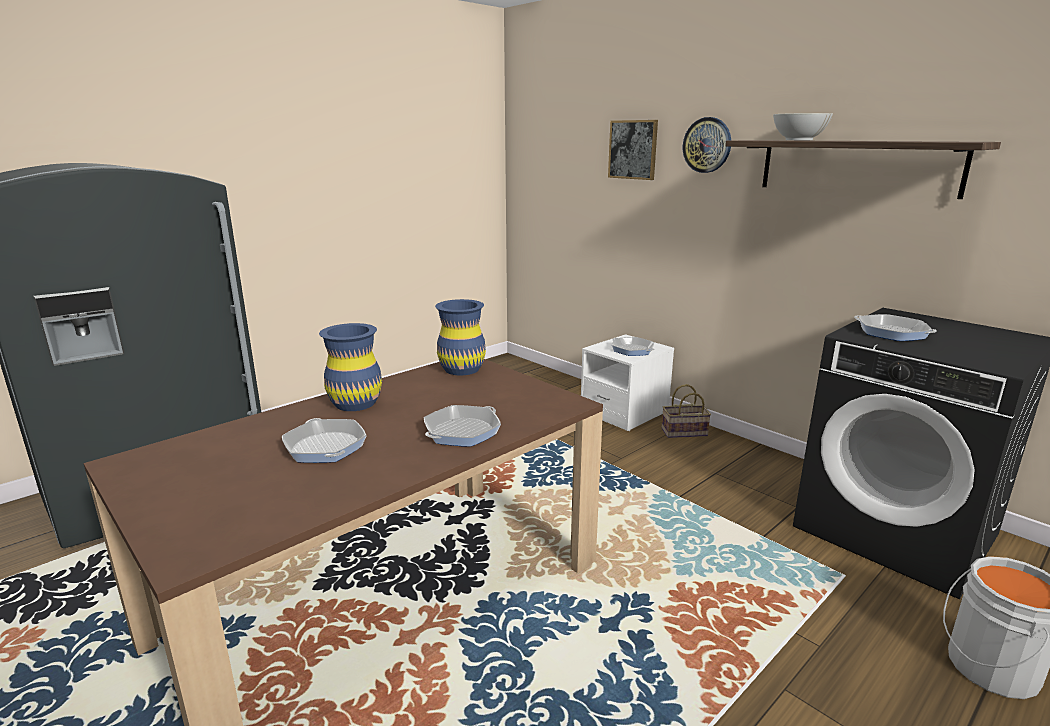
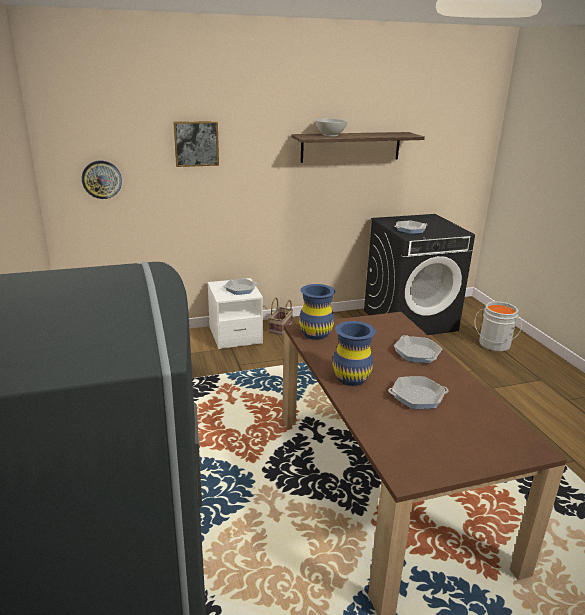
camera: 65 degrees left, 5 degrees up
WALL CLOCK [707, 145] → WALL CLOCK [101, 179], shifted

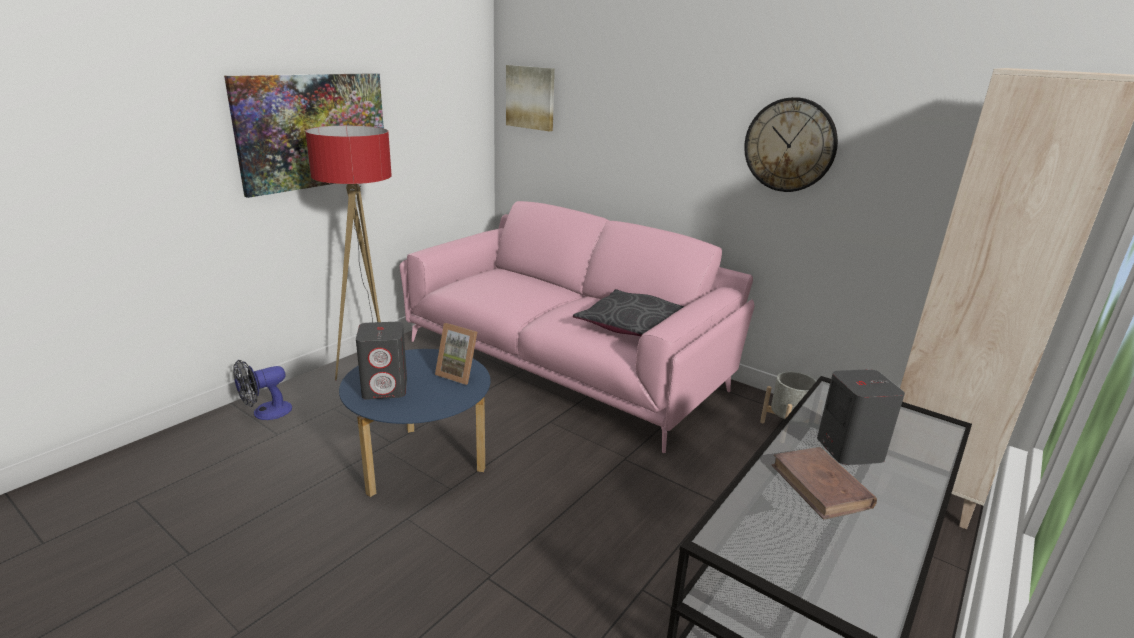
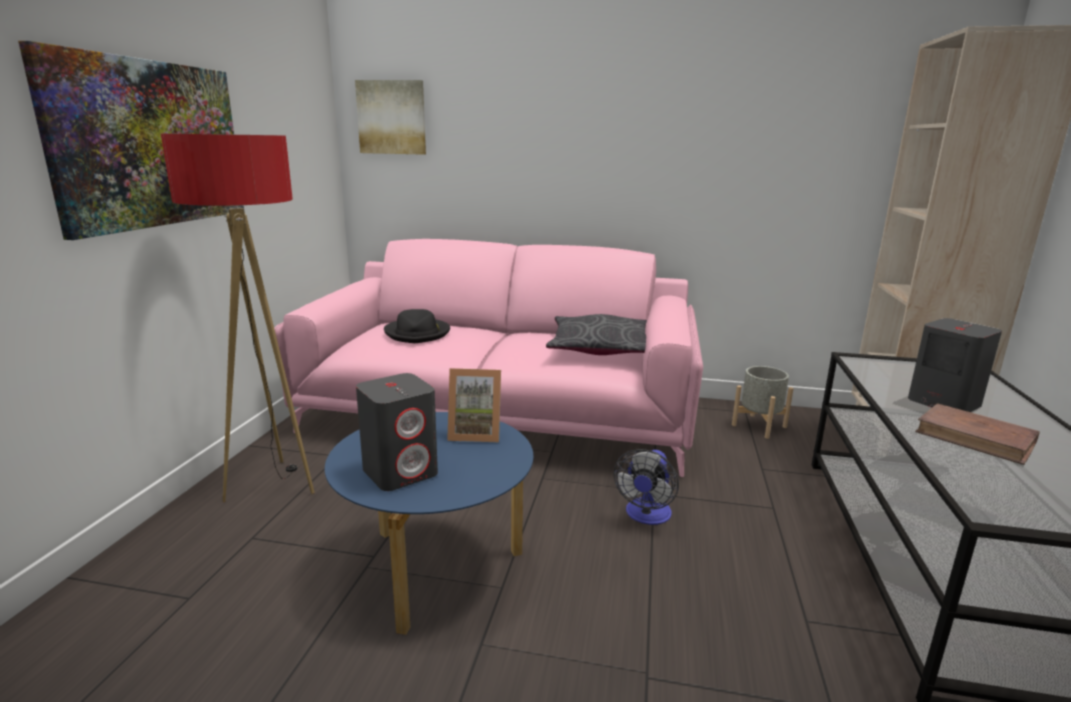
camera: 25 degrees left, 5 degrees down
WALL CLOCK [790, 145] → -
- → BLACK HAT [418, 333]
FAN [265, 413] → FAN [646, 516], shifted

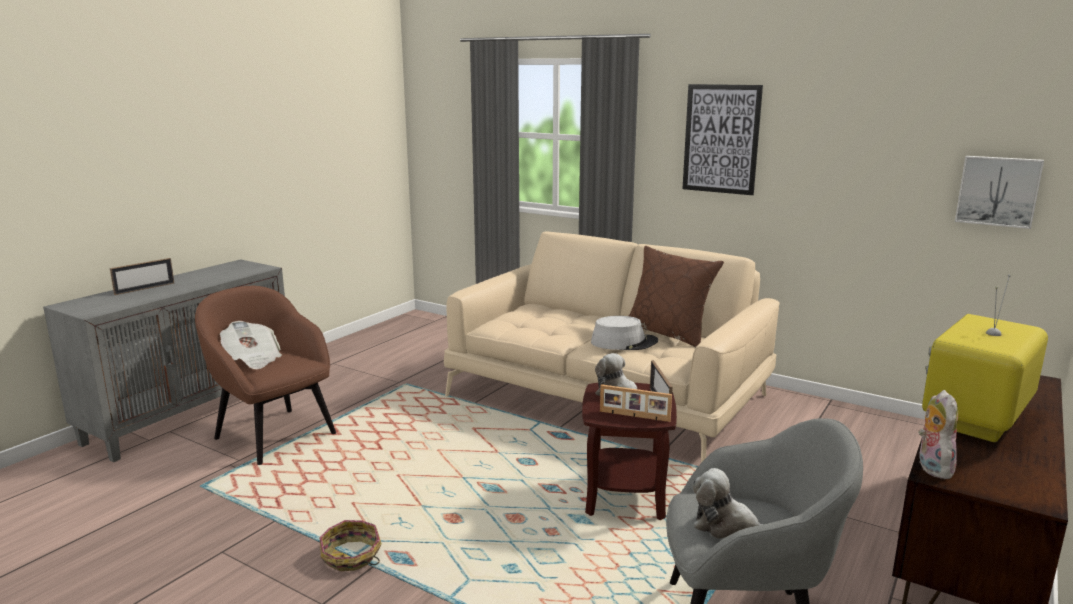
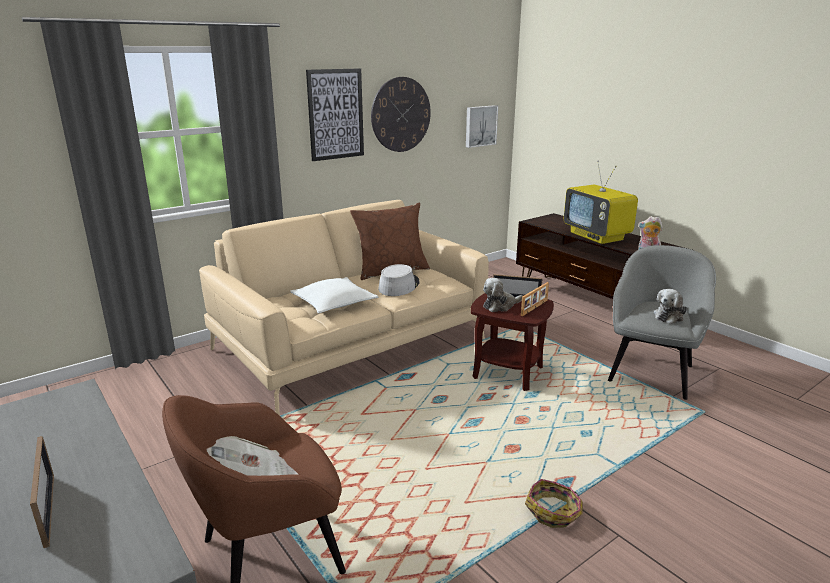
camera: 70 degrees left, 5 degrees up
- → WHITE PILLOW [334, 303]
- → WALL CLOCK [401, 114]

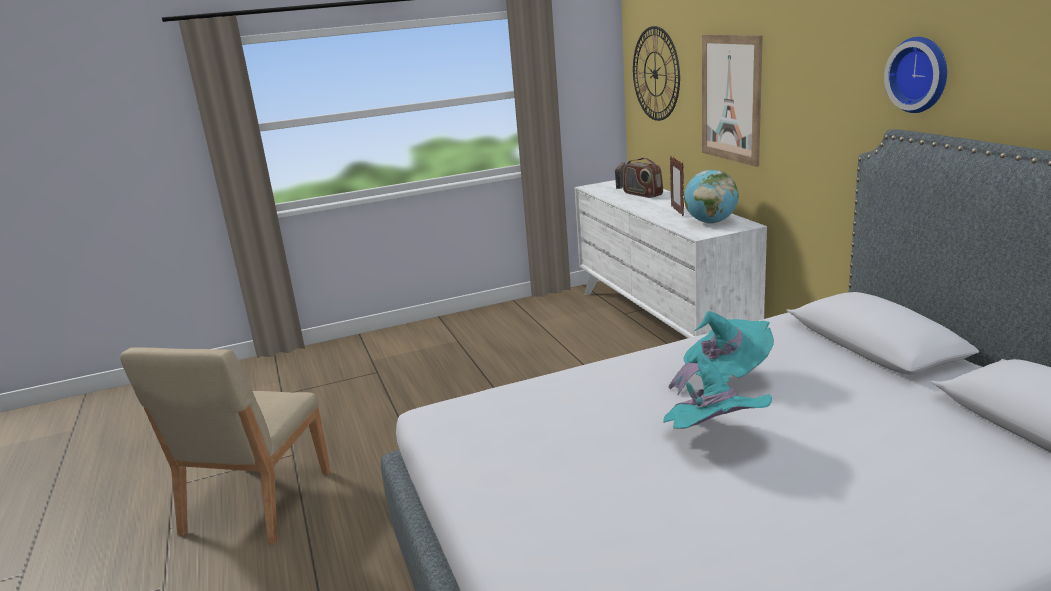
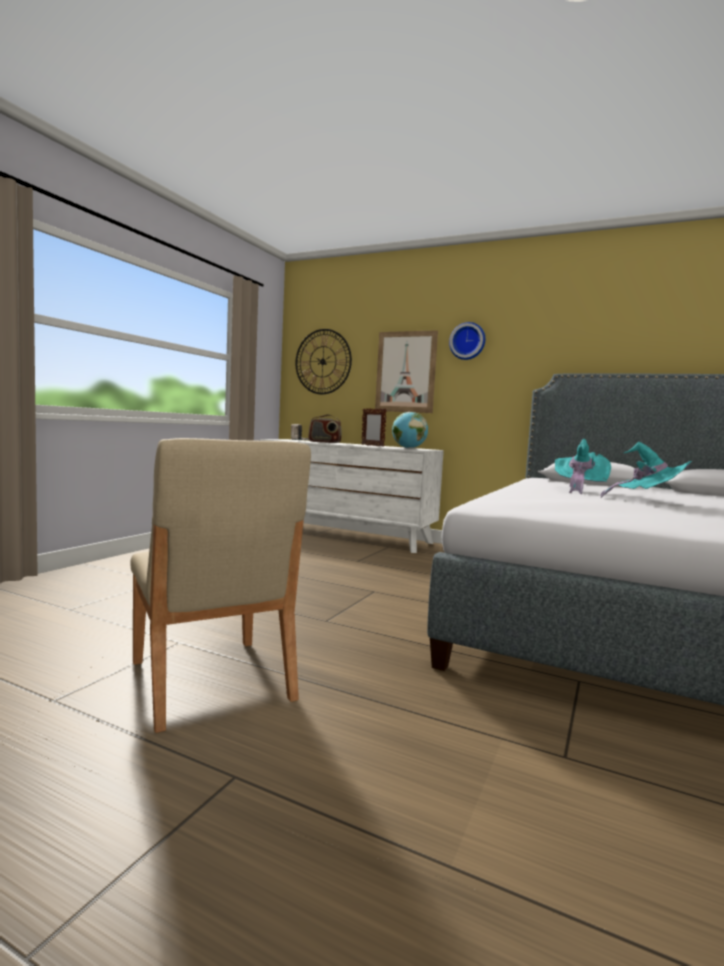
camera: 45 degrees left, 15 degrees down
WALL CLOCK [920, 74] → WALL CLOCK [468, 341], shifted

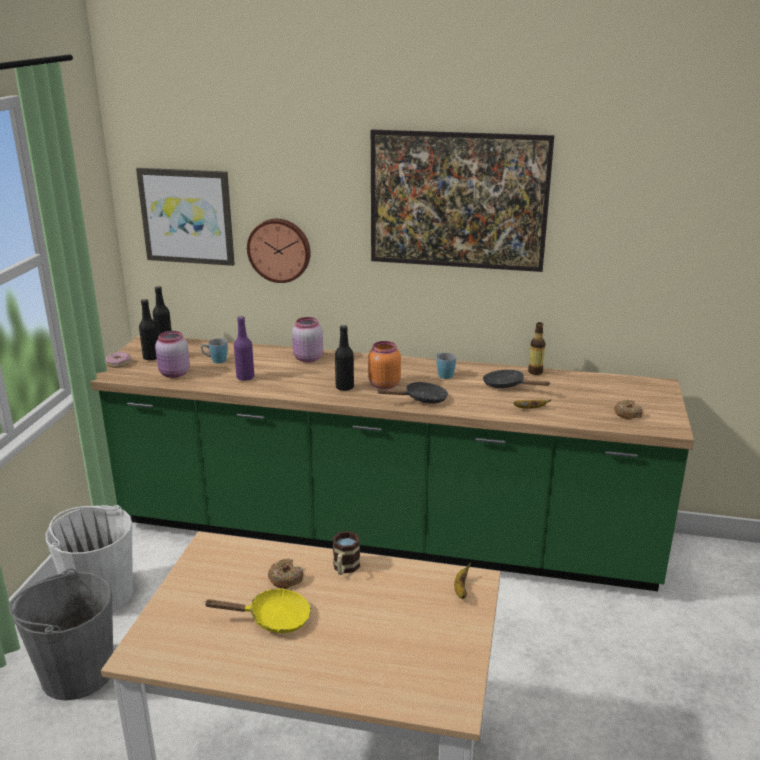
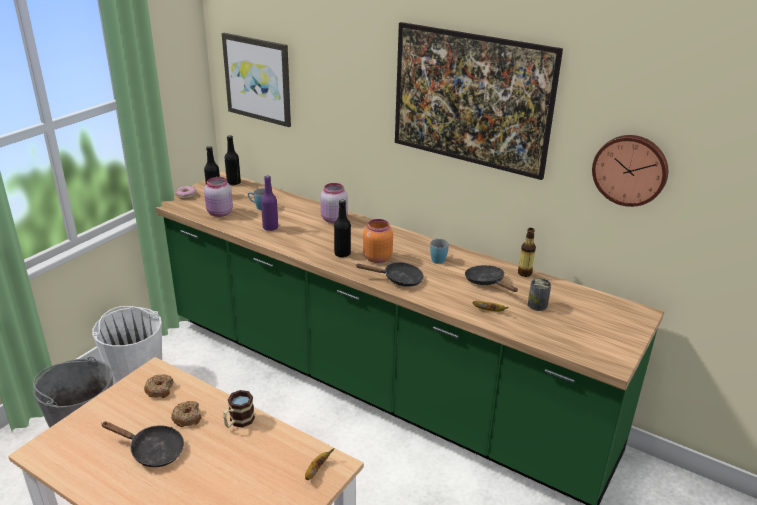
camera: 20 degrees right, 5 degrees up
- → CAN [537, 305]
WALL CLOCK [279, 250] → WALL CLOCK [630, 169], shifted
DONUT [627, 414] → DONUT [159, 390], shifted
YELLOW FRYING PAN [273, 619] → BLACK FRYING PAN [152, 451]

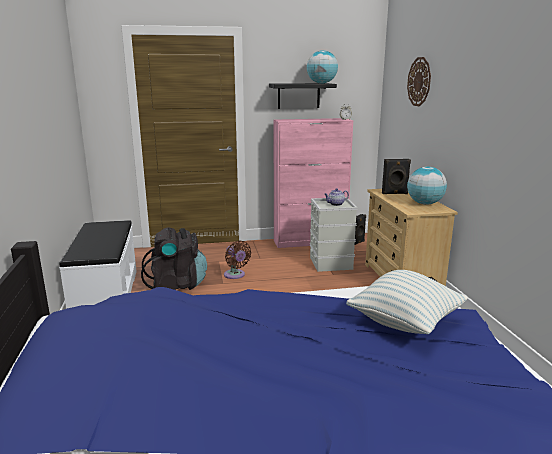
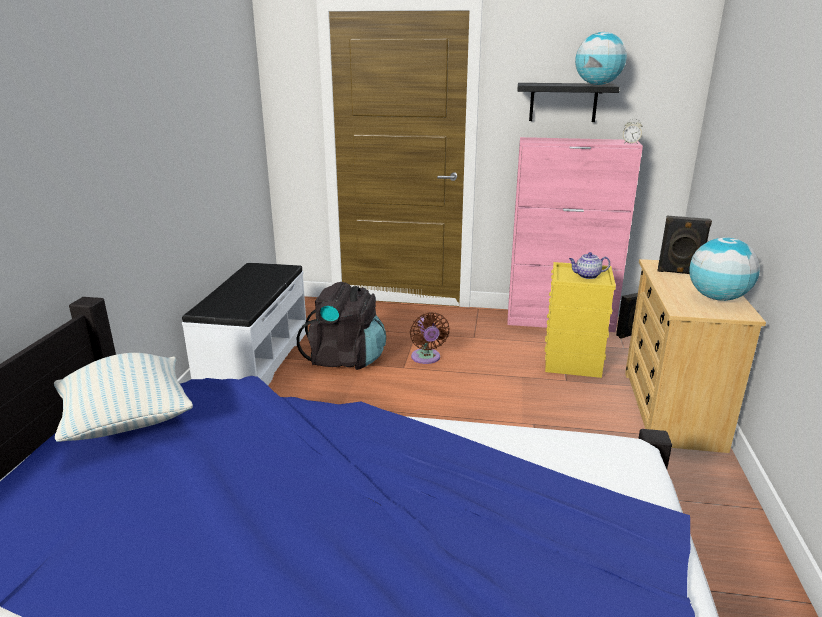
camera: 20 degrees right, 5 degrees up
WALL CLOCK [419, 81] → -
PILLOW [405, 322] → PILLOW [127, 422], shifted
GREY STORAGE BOX [330, 263] → YELLOW STORAGE BOX [571, 362]

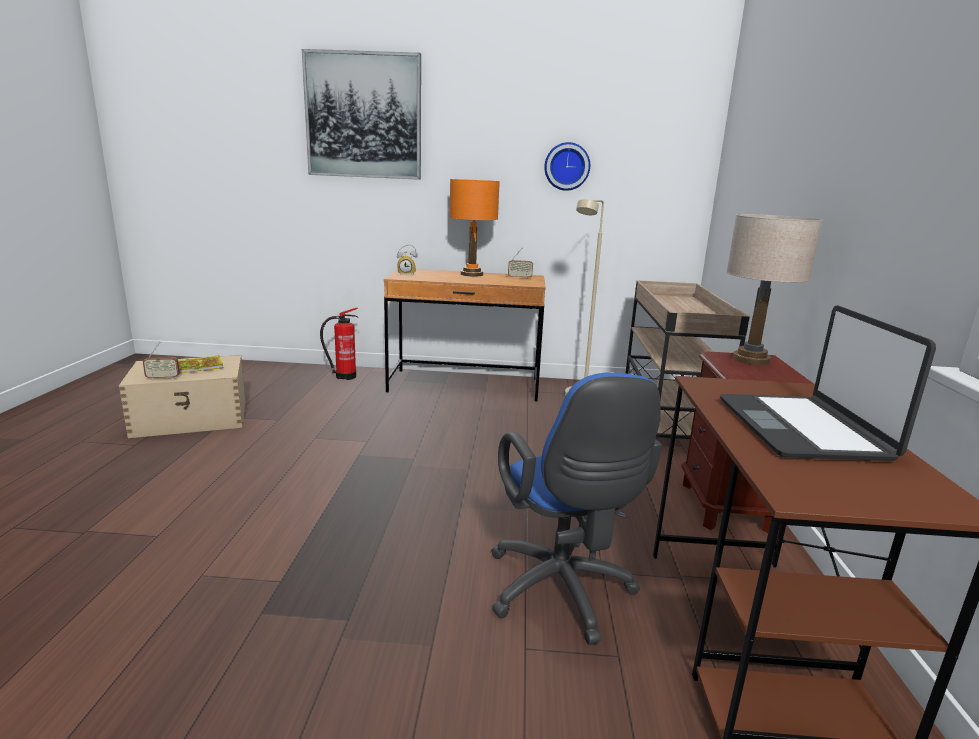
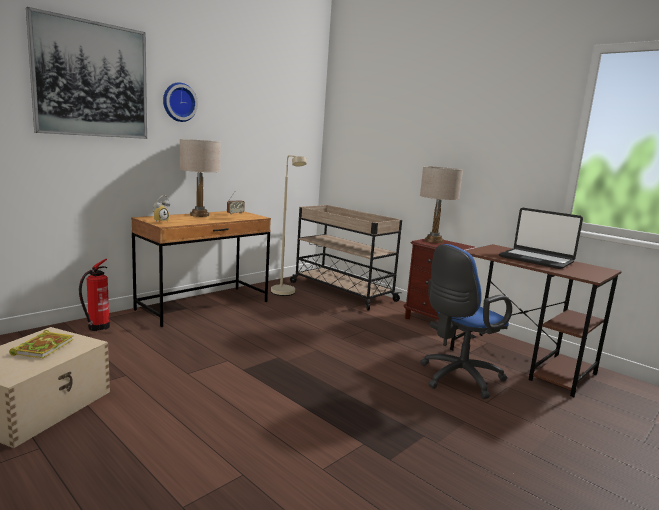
camera: 50 degrees left, 5 degrees down
RADIO [163, 378] → -
WALL CLOCK [567, 166] → WALL CLOCK [179, 102], shifted
ORANGE TABLE LAMP [472, 274] → BEIGE TABLE LAMP [199, 215]
BLUE OFFICE CHAIR [562, 593] → BLUE OFFICE CHAIR [457, 378], 120 degrees clockwise

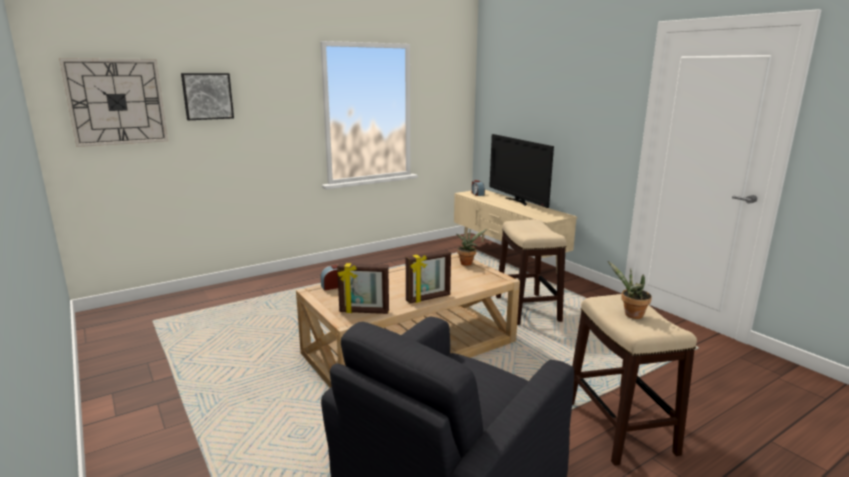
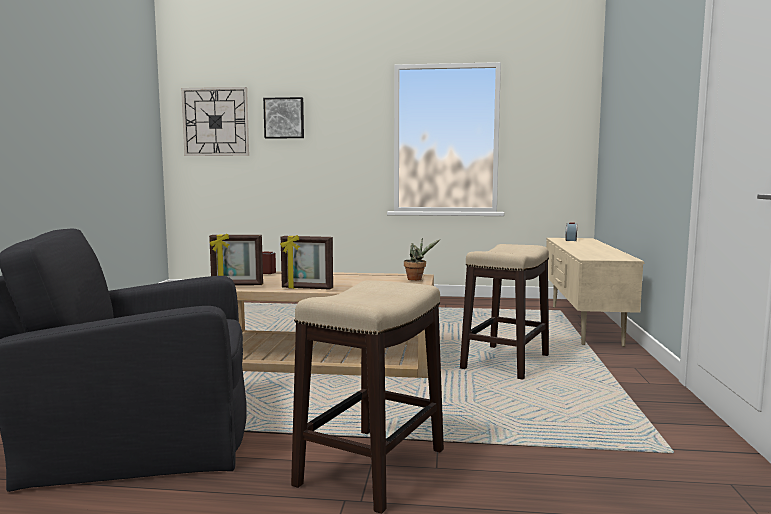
camera: 40 degrees right, 10 degrees down
TELEVISION [518, 201] → -
POTTED PLANT [630, 315] → -
PICTURE FRAME [364, 312] → PICTURE FRAME [237, 285], 45 degrees counterclockwise

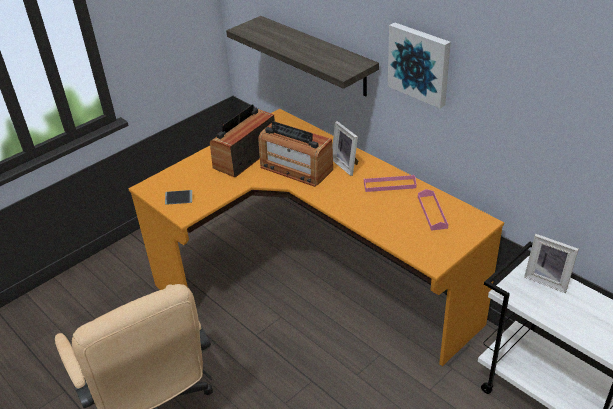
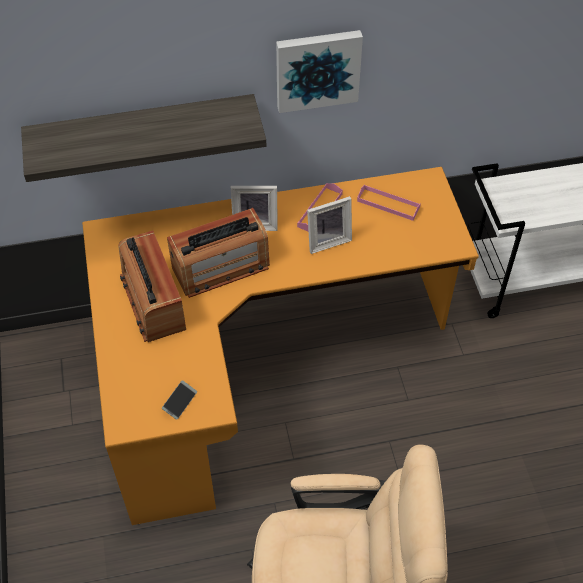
camera: 60 degrees left, 15 degrees up
PICTURE FRAME [547, 279] → PICTURE FRAME [327, 240], shifted

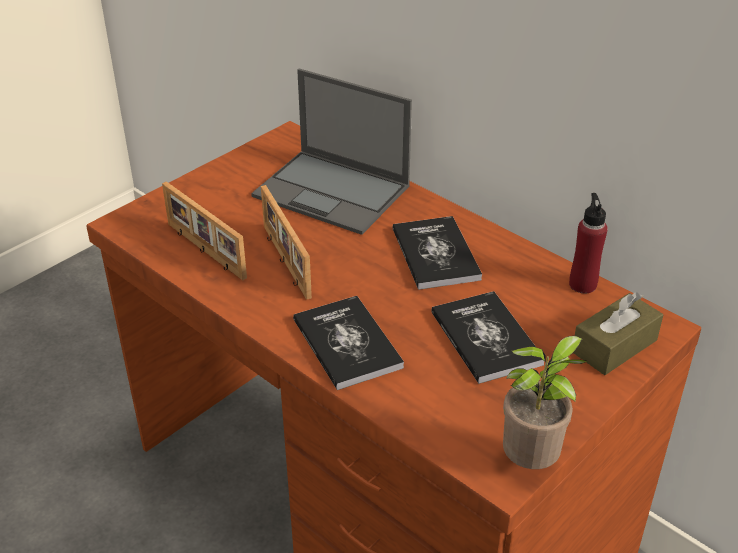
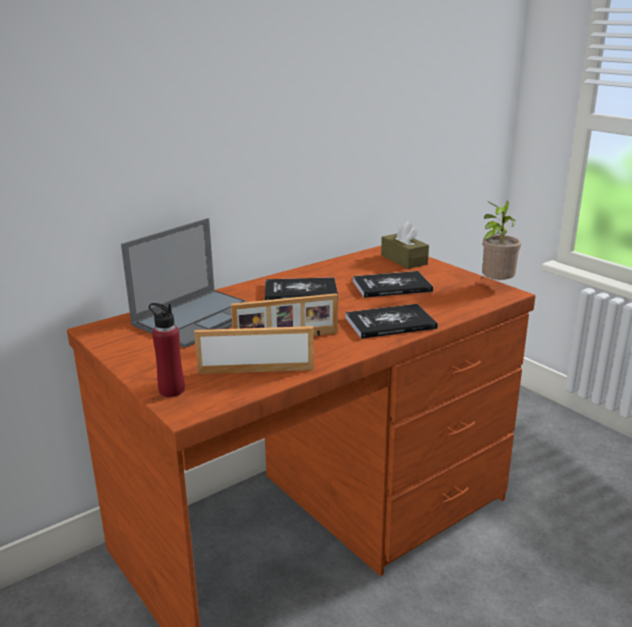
camera: 80 degrees left, 15 degrees down
RED BOTTLE [582, 284] → RED BOTTLE [171, 390], shifted
PICTURE FRAME [204, 251] → PICTURE FRAME [256, 370], 150 degrees counterclockwise

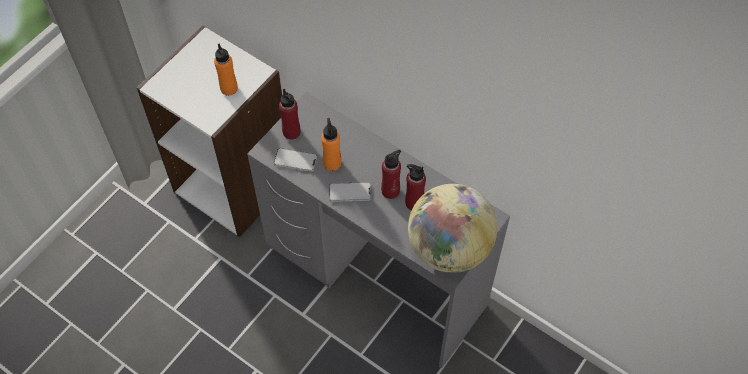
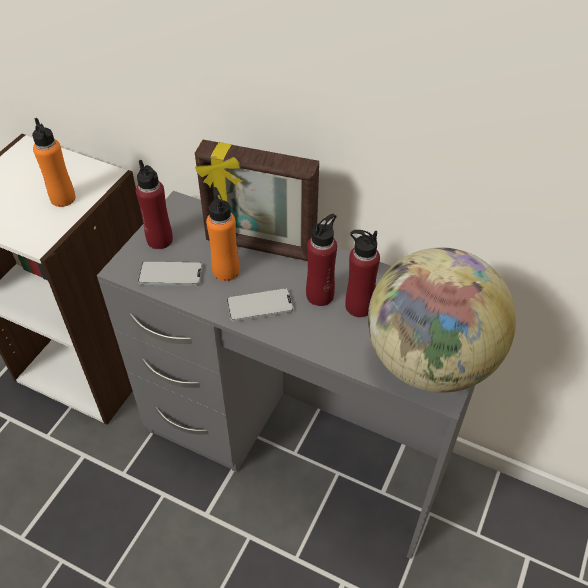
camera: 10 degrees left, 10 degrees down
- → PICTURE FRAME [260, 246]

